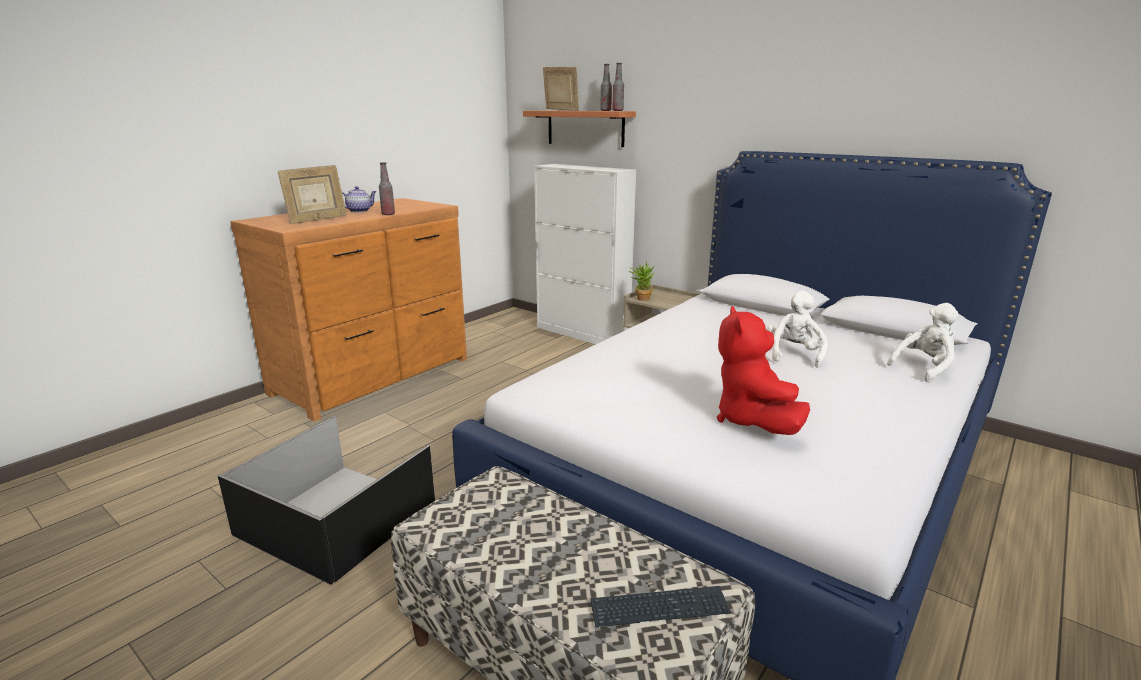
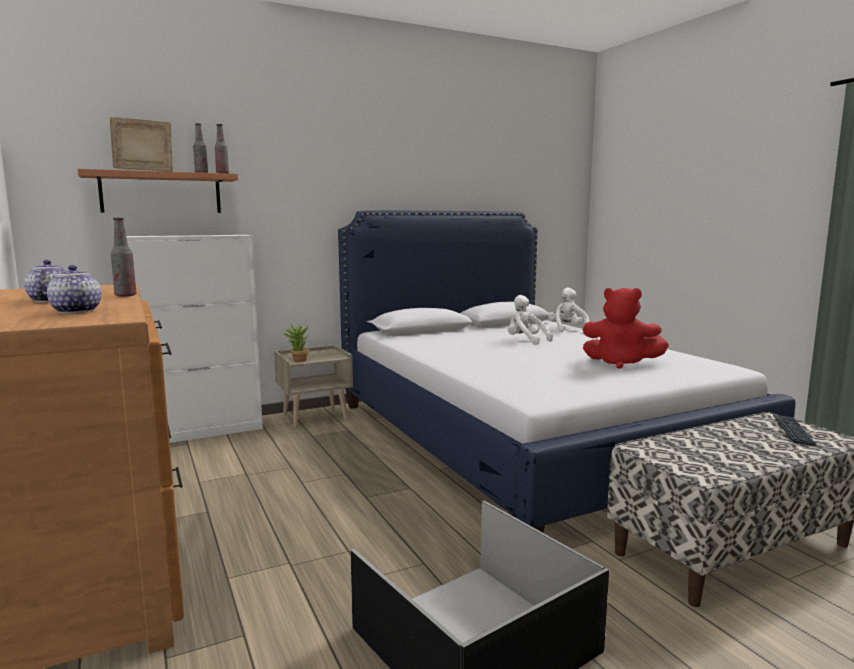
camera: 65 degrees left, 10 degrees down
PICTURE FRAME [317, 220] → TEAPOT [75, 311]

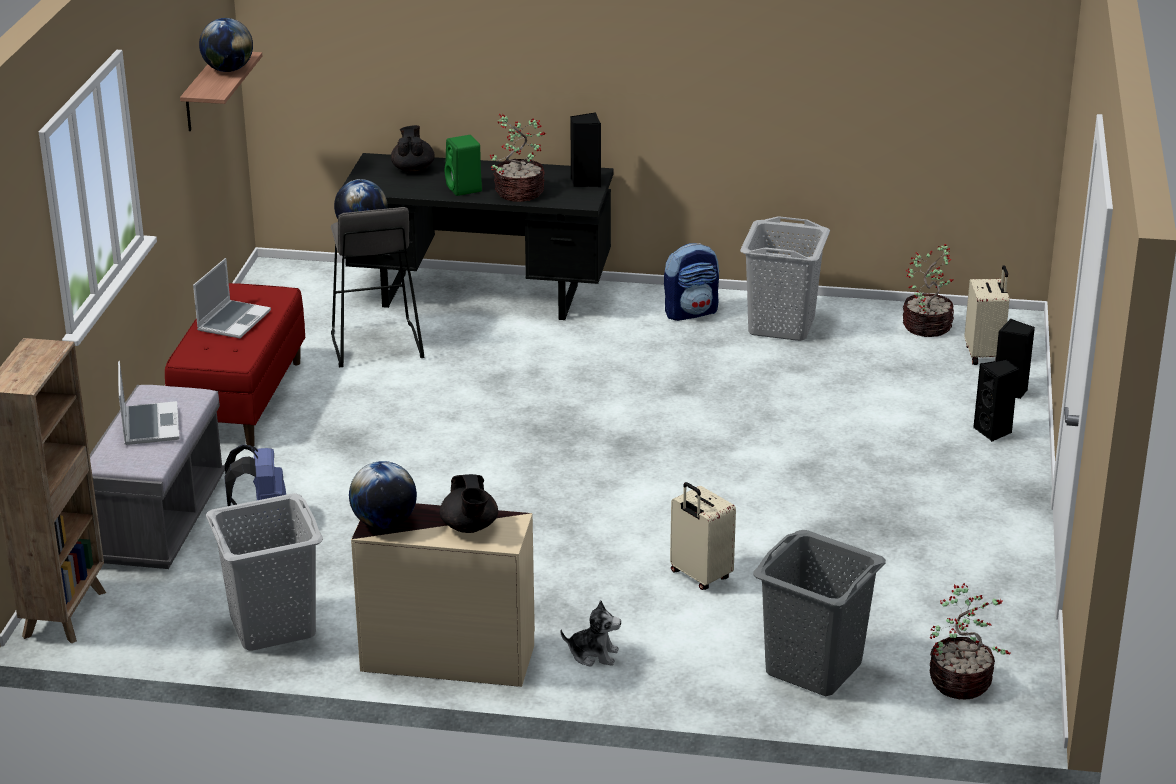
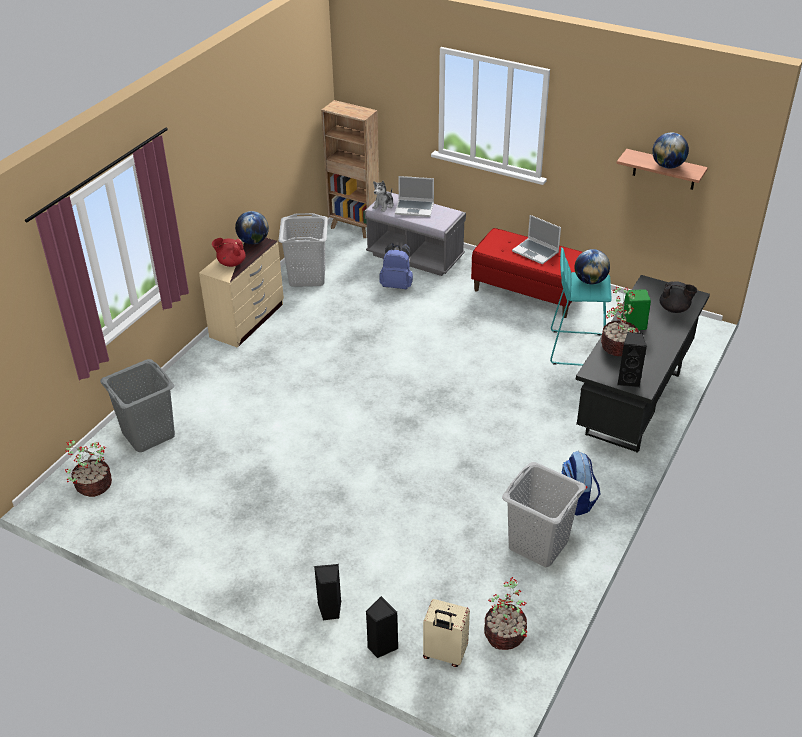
camera: 110 degrees right, 10 degrees up
BEIGE SUITCASE [699, 576] → -
PLUSH TOY [593, 654] → PLUSH TOY [384, 205], shifted
GREY STOOL [375, 345] → TURQUOISE STOOL [577, 348]
BLACK TEAPOT [469, 527] → RED TEAPOT [231, 263]

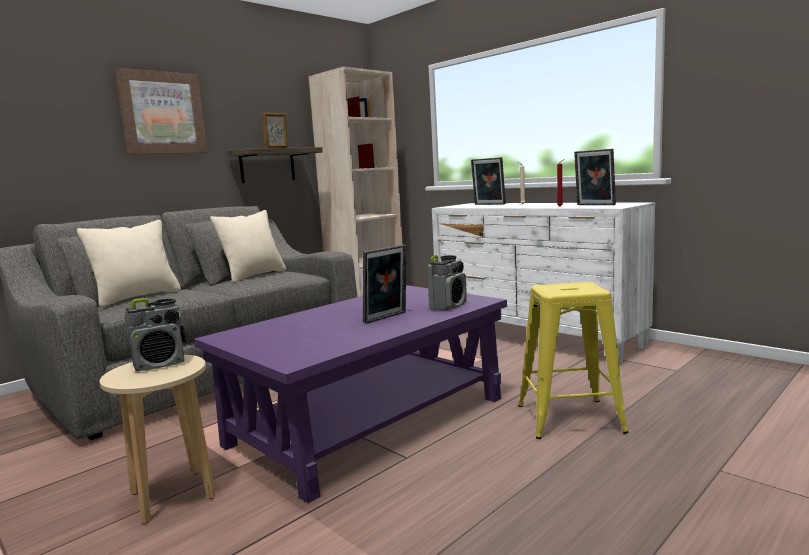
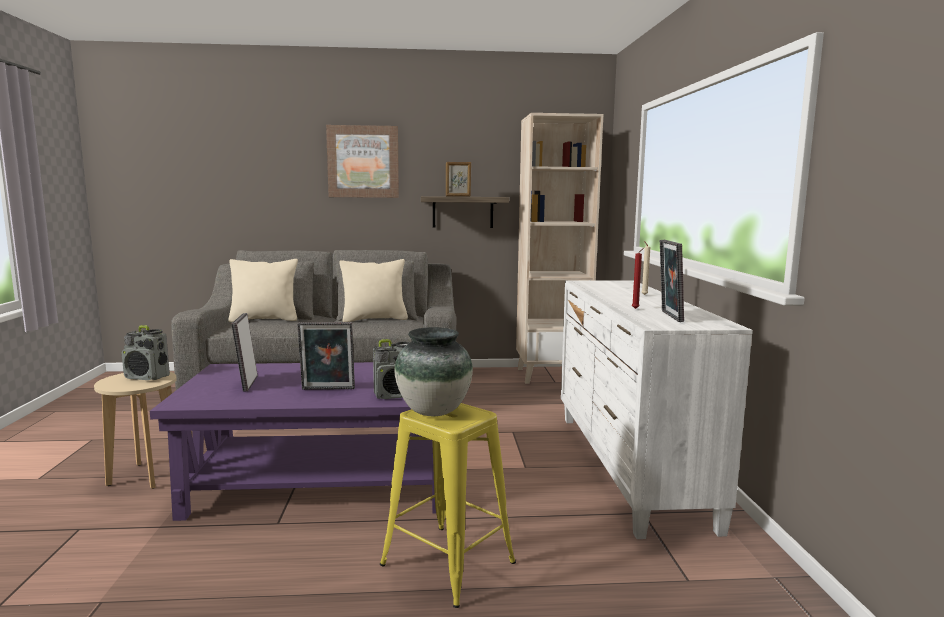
camera: 40 degrees right, 0 degrees up
- → VASE [434, 411]
PICTURE FRAME [488, 204] → PICTURE FRAME [247, 383], shifted

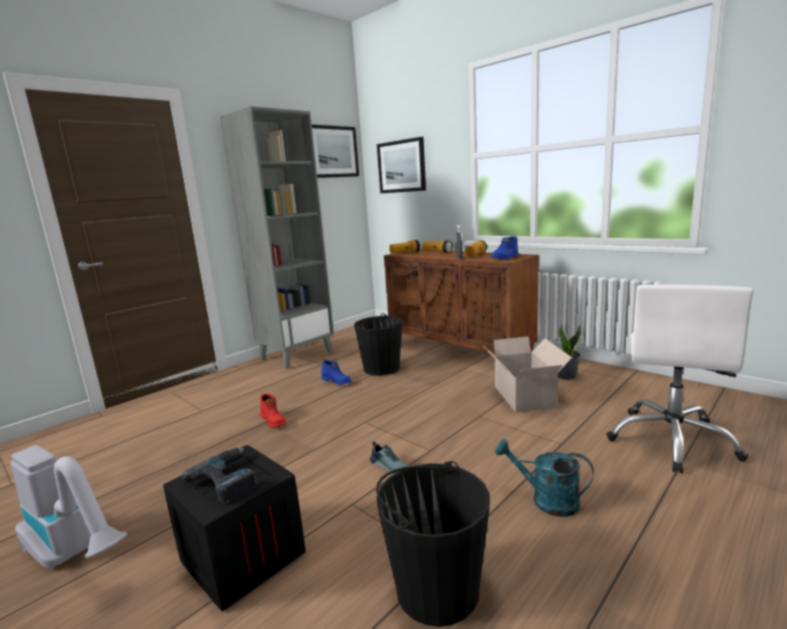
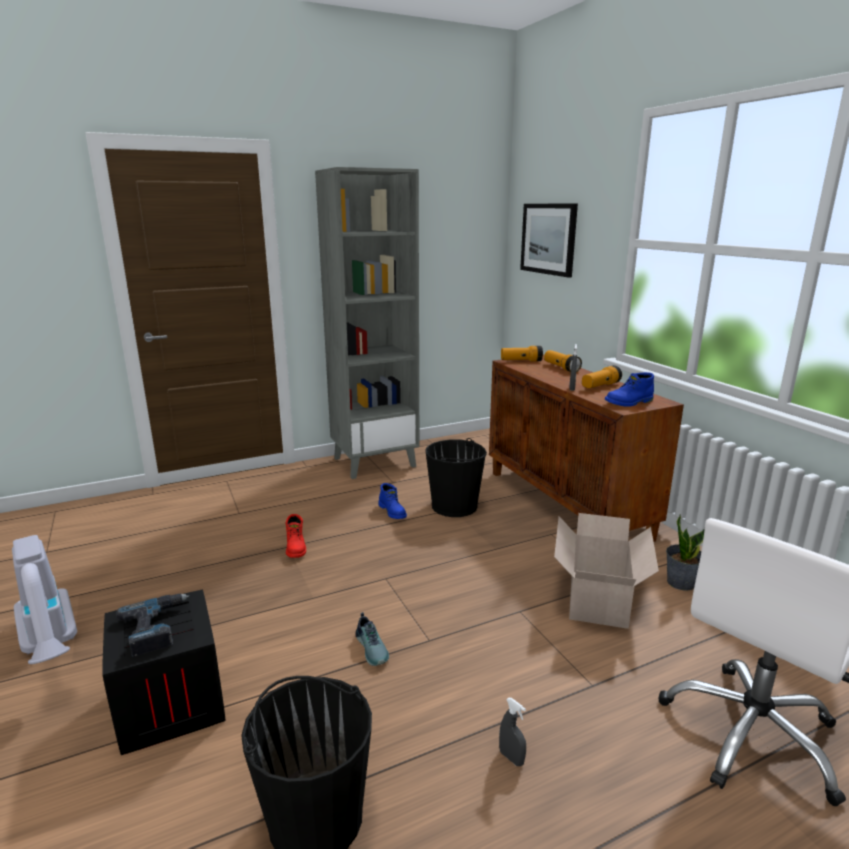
camera: 20 degrees right, 5 degrees up
PICTURE [333, 152] → -
TURQUOISE WATERING CAN [546, 500] → GREY SPRAY BOTTLE [511, 758]

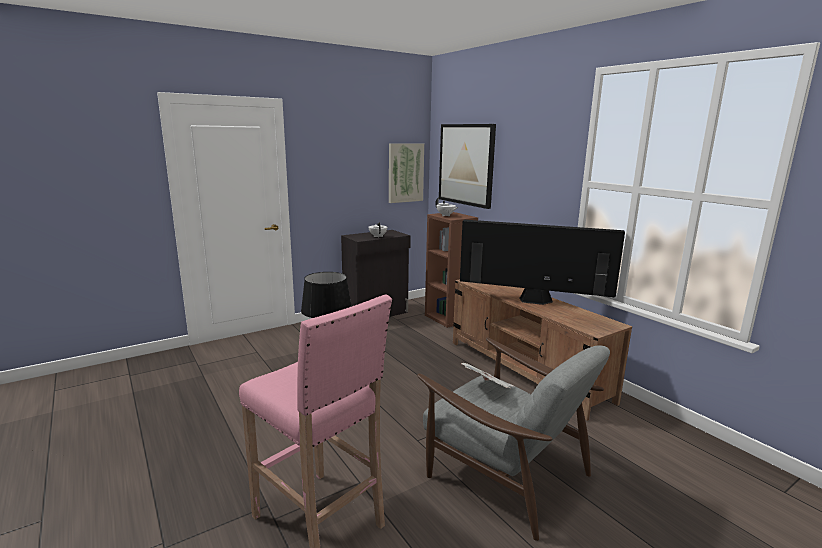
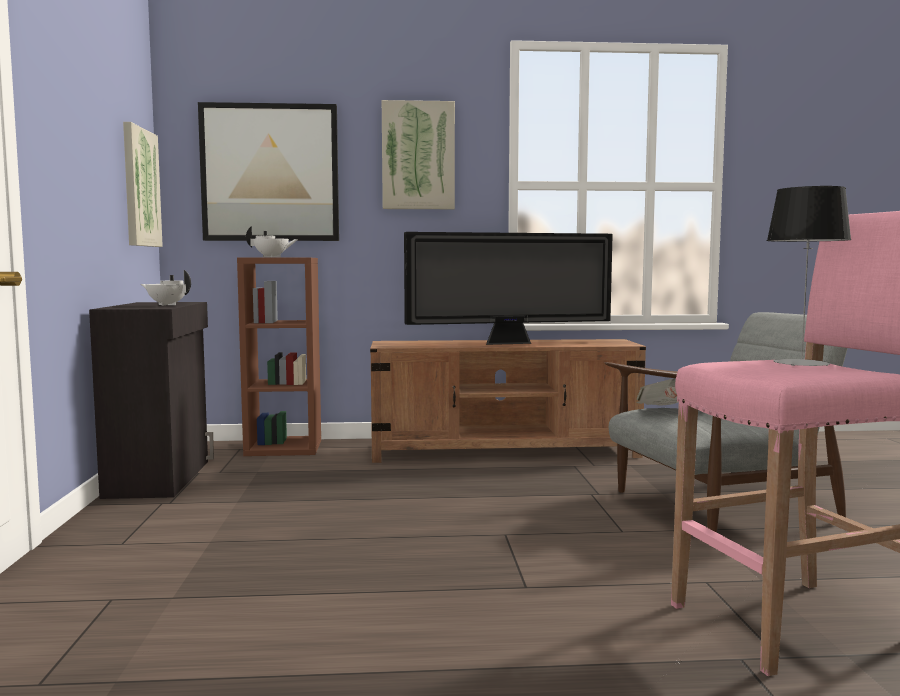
camera: 60 degrees left, 10 degrees down
- → PICTURE [418, 156]
TELEVISION [533, 301] → TELEVISION [510, 343], 150 degrees counterclockwise

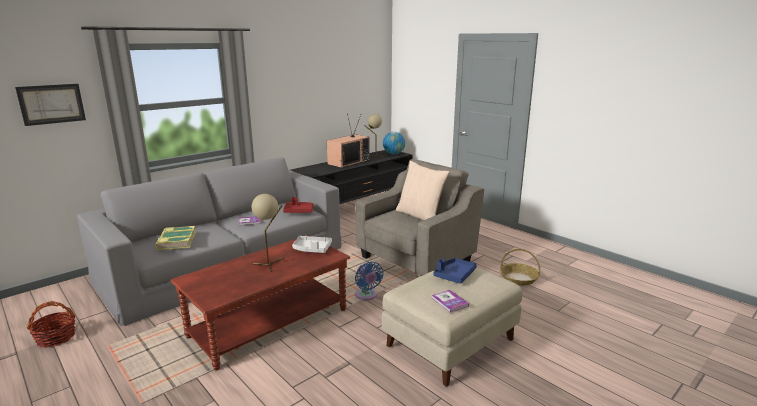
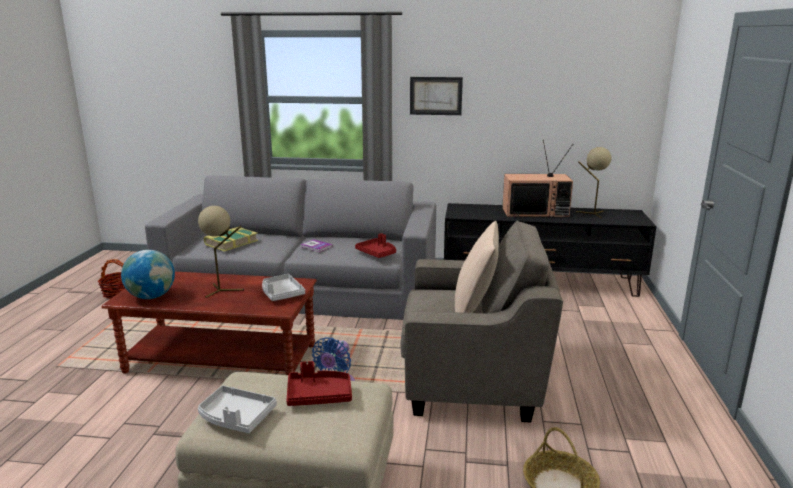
camera: 50 degrees right, 0 degrees up
PICTURE [51, 104] → PICTURE [436, 96], shifted
GLOBE [393, 154] → GLOBE [151, 297], shifted
BOOK [449, 302] → GREY TRAY [236, 417]
BLUE TRAY [454, 275] → RED TRAY [319, 395]

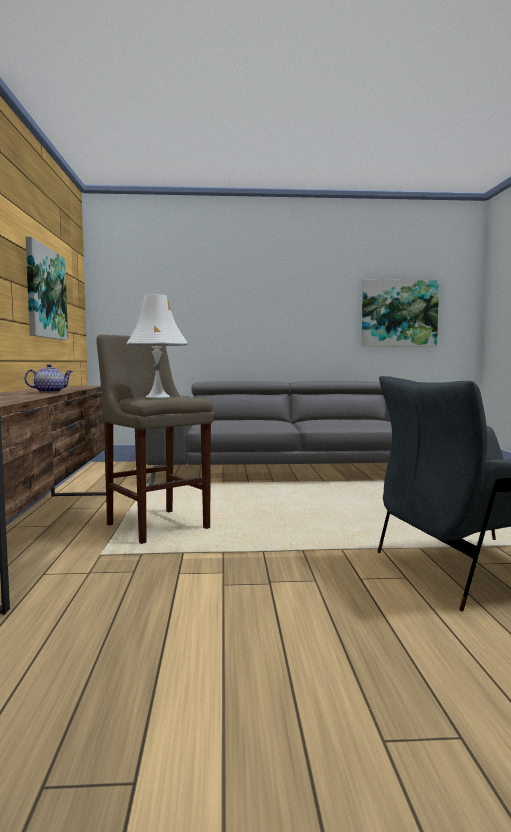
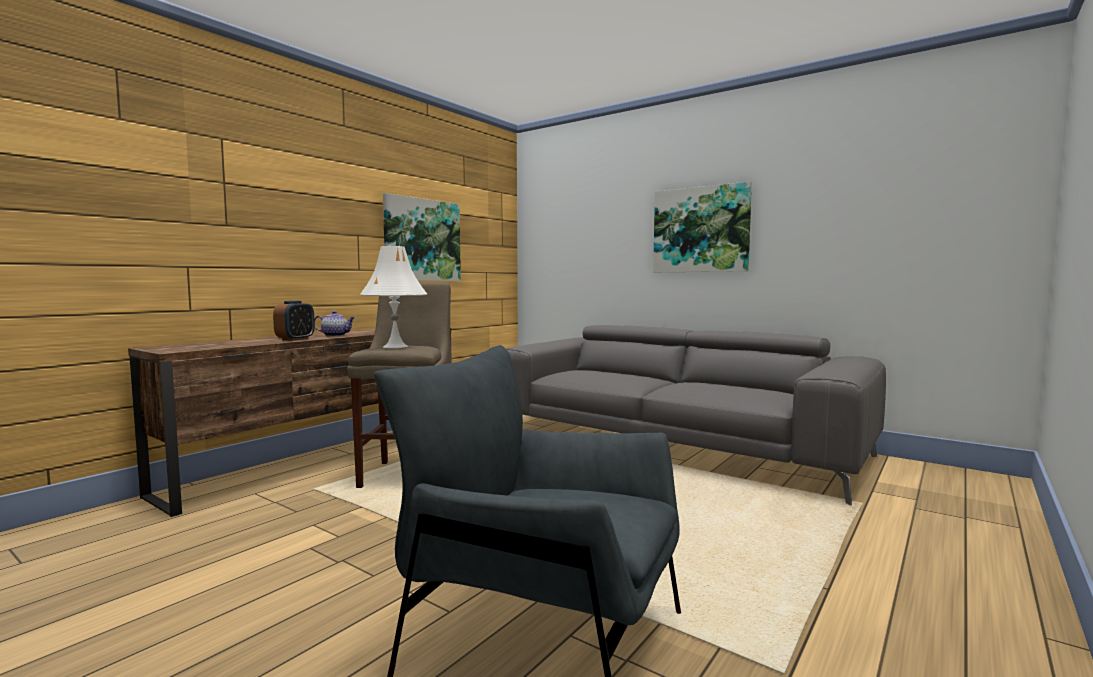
camera: 40 degrees right, 0 degrees up
- → ALARM CLOCK [295, 339]
PICTURE [399, 313] → PICTURE [701, 230], shifted

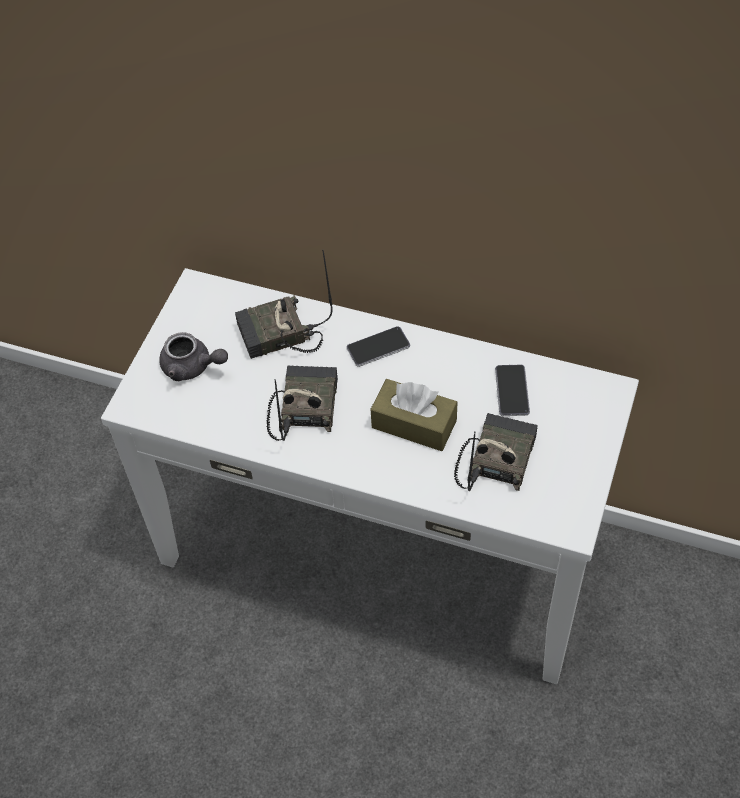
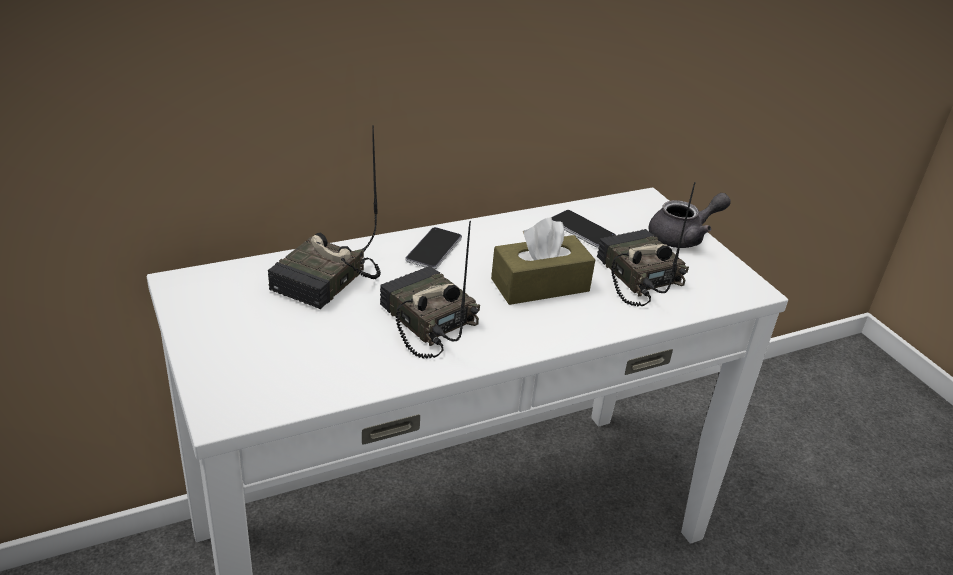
camera: 50 degrees left, 20 degrees down
GREY TEAPOT [192, 367] → GREY TEAPOT [683, 237], shifted

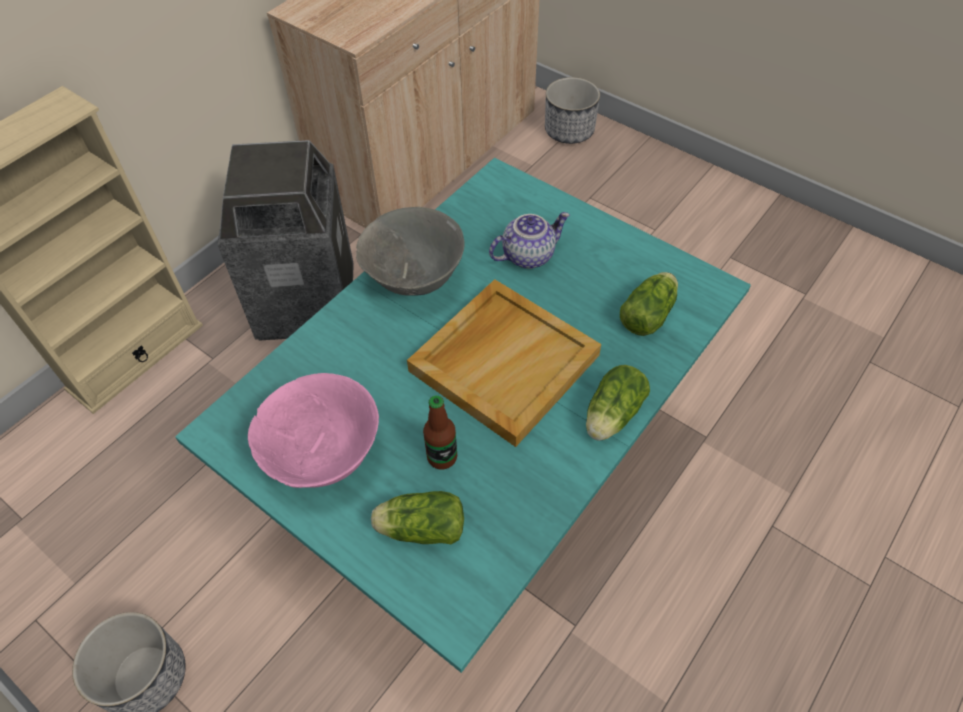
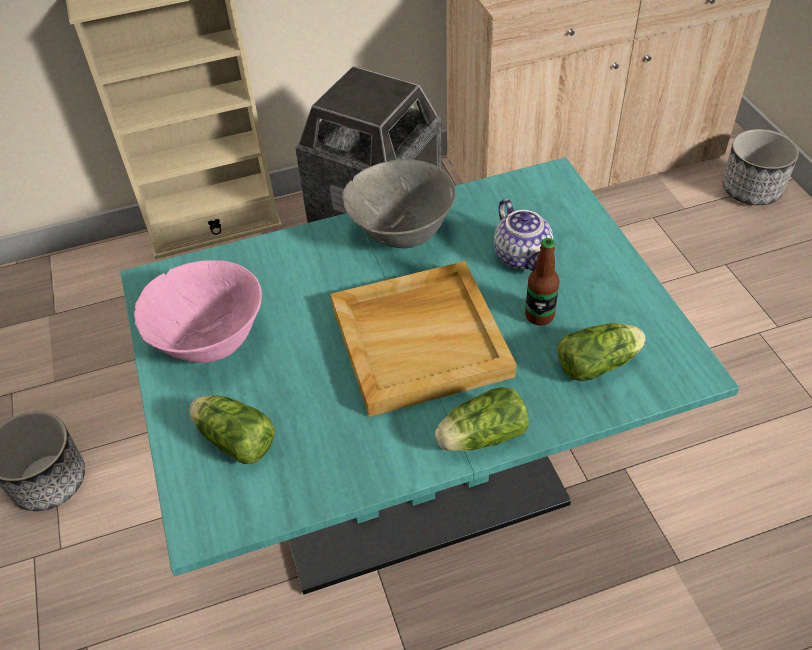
camera: 35 degrees right, 5 degrees down
BOTTLE [442, 457] → BOTTLE [539, 315], shifted
TEAPOT [528, 255] → TEAPOT [523, 256], 60 degrees clockwise

